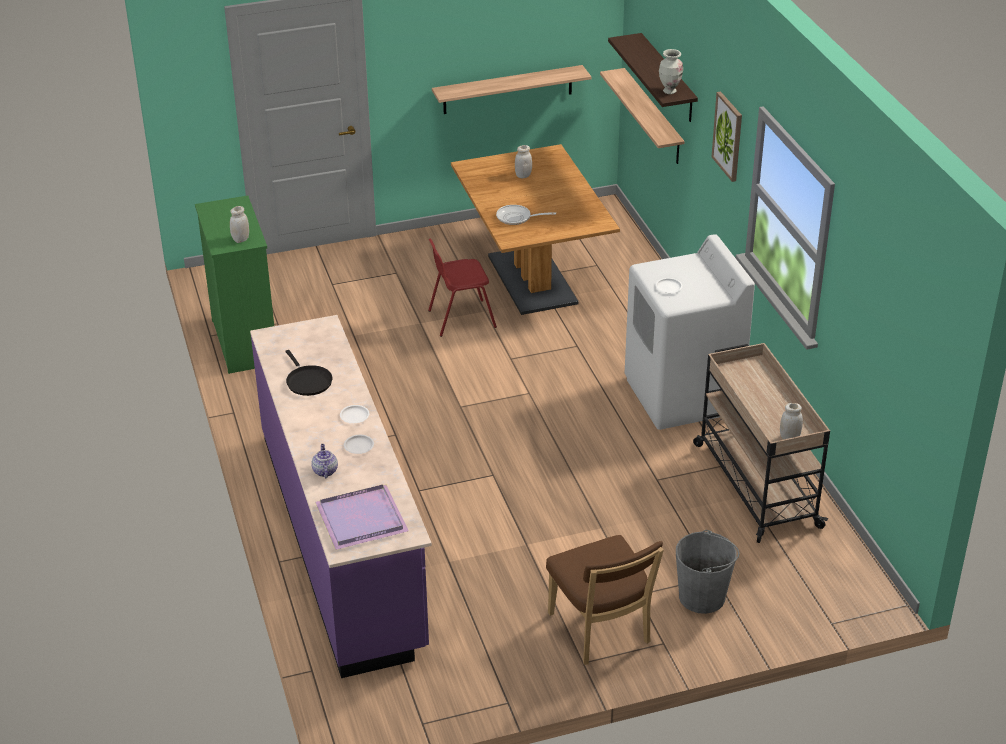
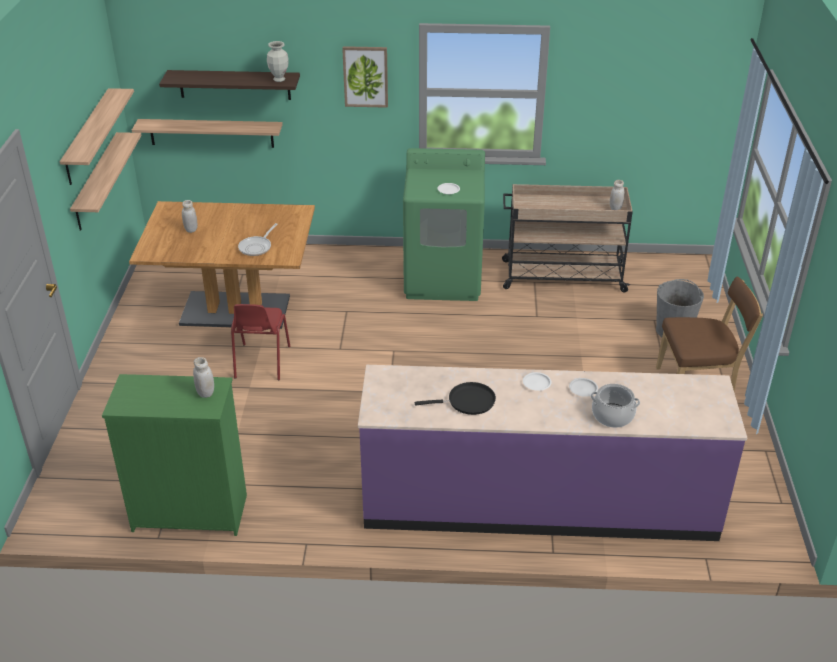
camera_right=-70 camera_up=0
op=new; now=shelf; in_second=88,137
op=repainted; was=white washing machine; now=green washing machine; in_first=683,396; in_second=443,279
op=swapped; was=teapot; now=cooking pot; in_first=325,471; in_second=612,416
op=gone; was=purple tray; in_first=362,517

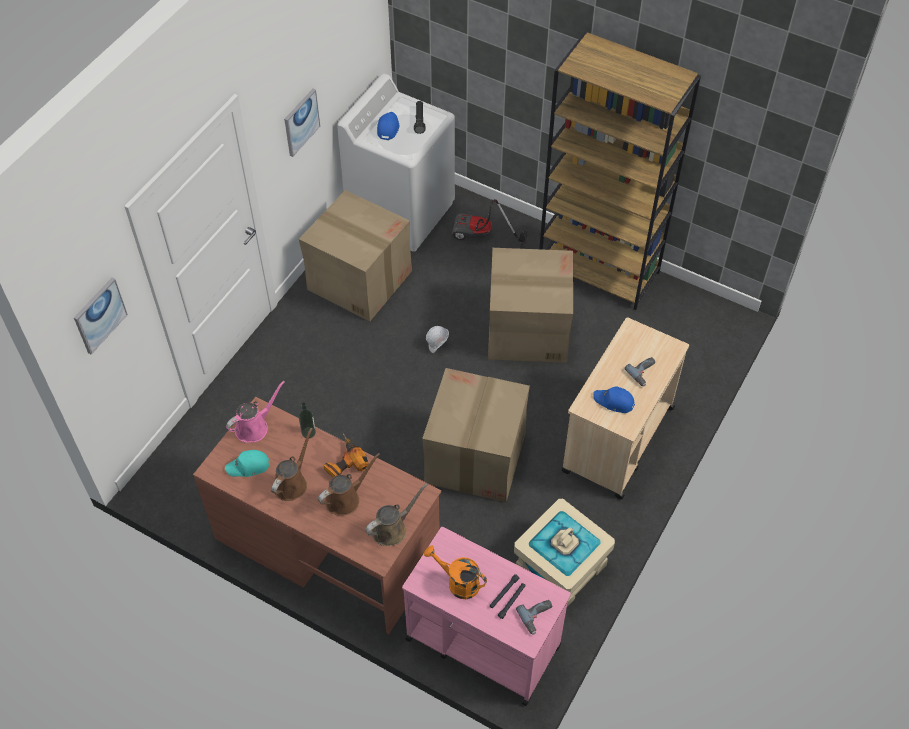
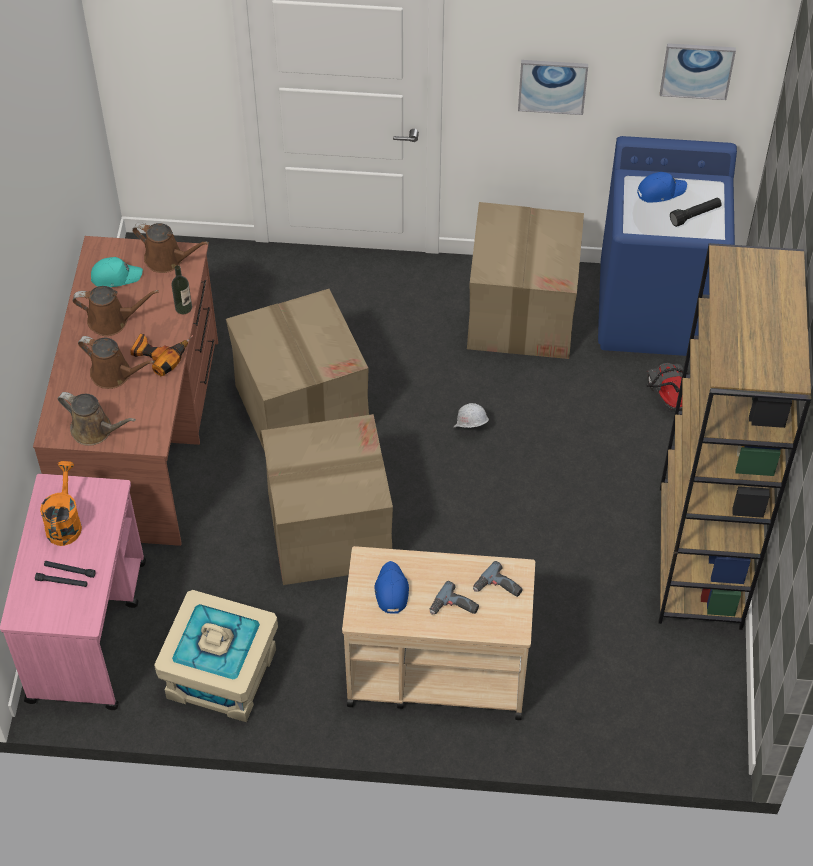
camera_right=65 camera_up=0
op=rotated; was=turquoise cap; in_first=249,466; in_second=115,276; clockwise=120
op=repainted; was=pink watering can; now=brown watering can; in_first=254,427; in_second=167,259
op=shifted; was=cardboard box; in_first=527,329; in_second=301,407
op=shifted; was=power drill; in_first=537,617; in_second=498,588
op=repainted; was=white washing machine; now=blue washing machine; in_first=401,212; in_second=655,311
op=shifted; was=picture; in_first=99,315; in_second=697,70

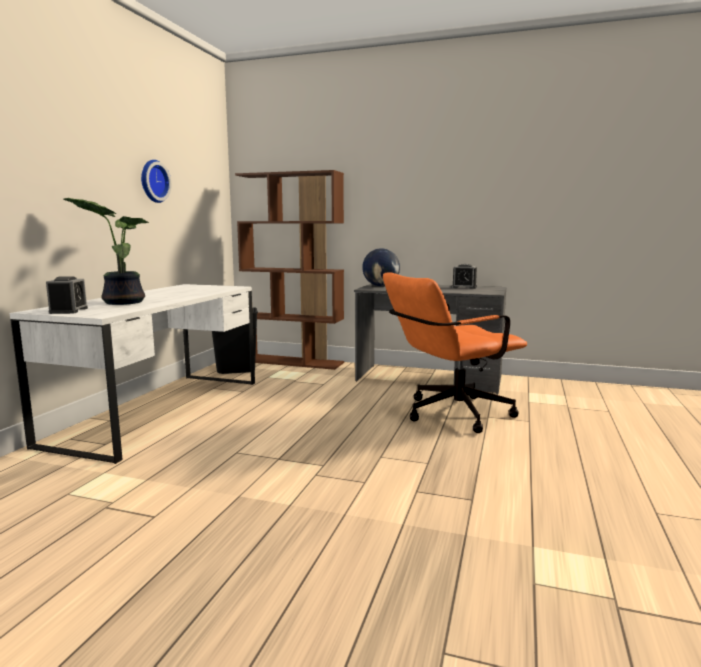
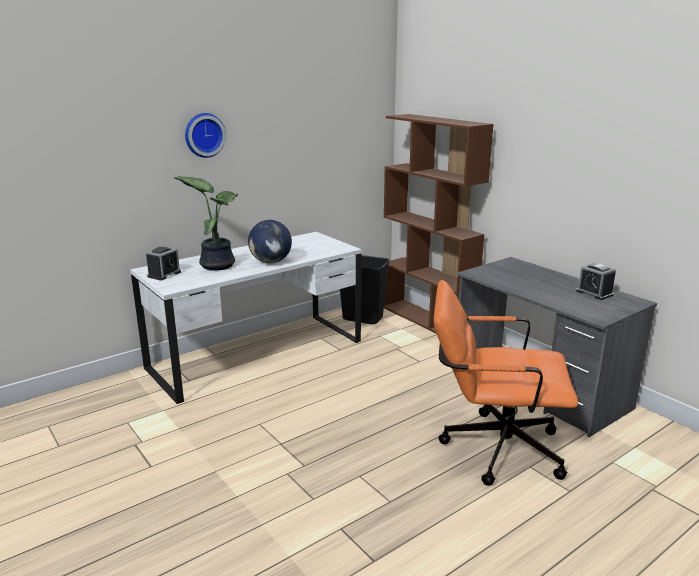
camera_right=35 camera_up=10
op=shifted; was=wall clock; in_first=153,181; in_second=204,135
op=shifted; was=globe; in_first=381,286; in_second=271,262

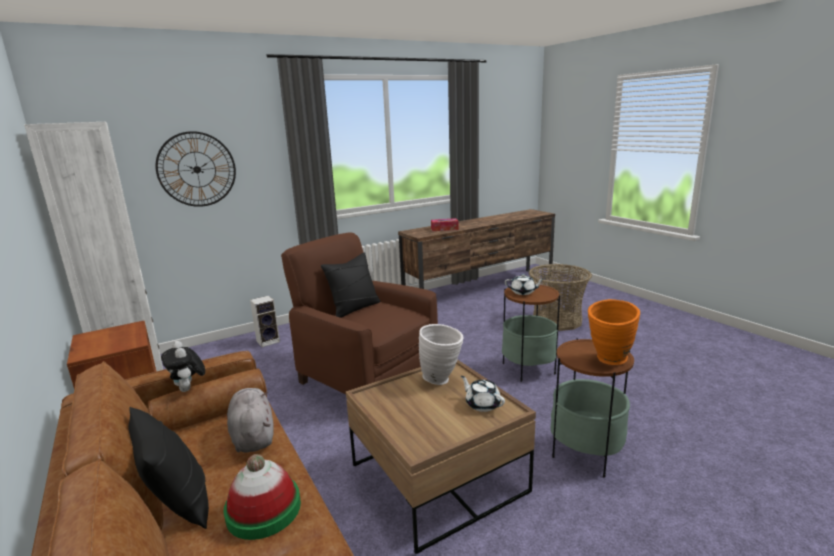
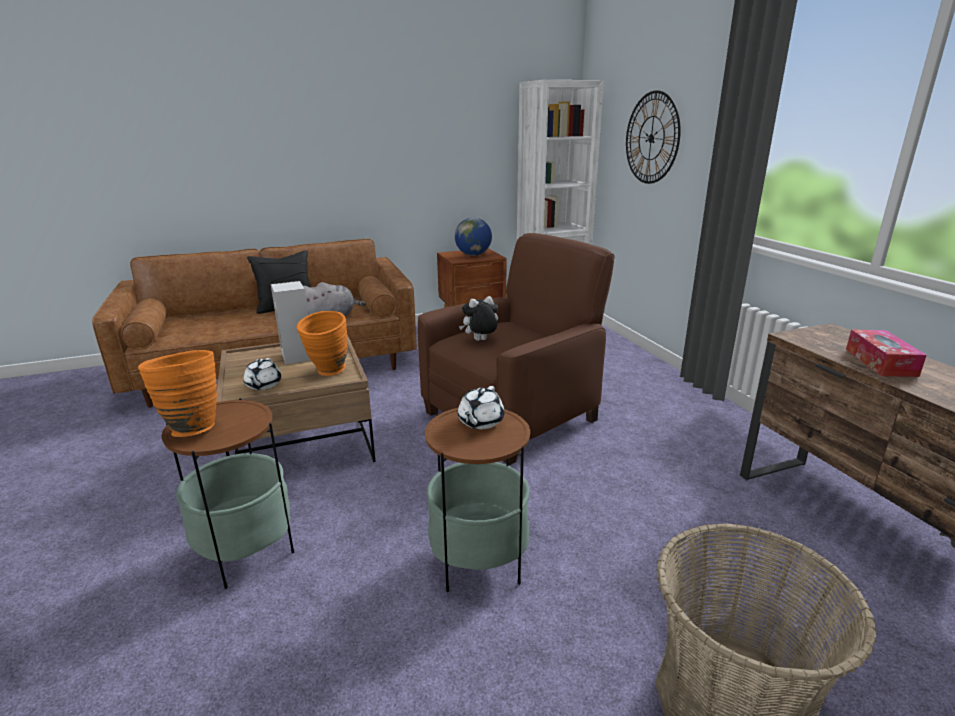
camera_right=100 camera_up=5
op=rotated; was=white teapot; in_first=482,404; in_second=263,385; clockwise=120
op=shifted; was=speaker; in_first=269,341; in_second=298,357
op=repainted; was=white vase; now=orange vase; in_first=442,379; in_second=327,373
op=new; now=globe; in_second=473,255
op=shifted; was=plush toy; in_first=188,389; in_second=480,341
op=gone; was=hat; in_first=263,509
op=gone; was=black pillow; in_first=354,308

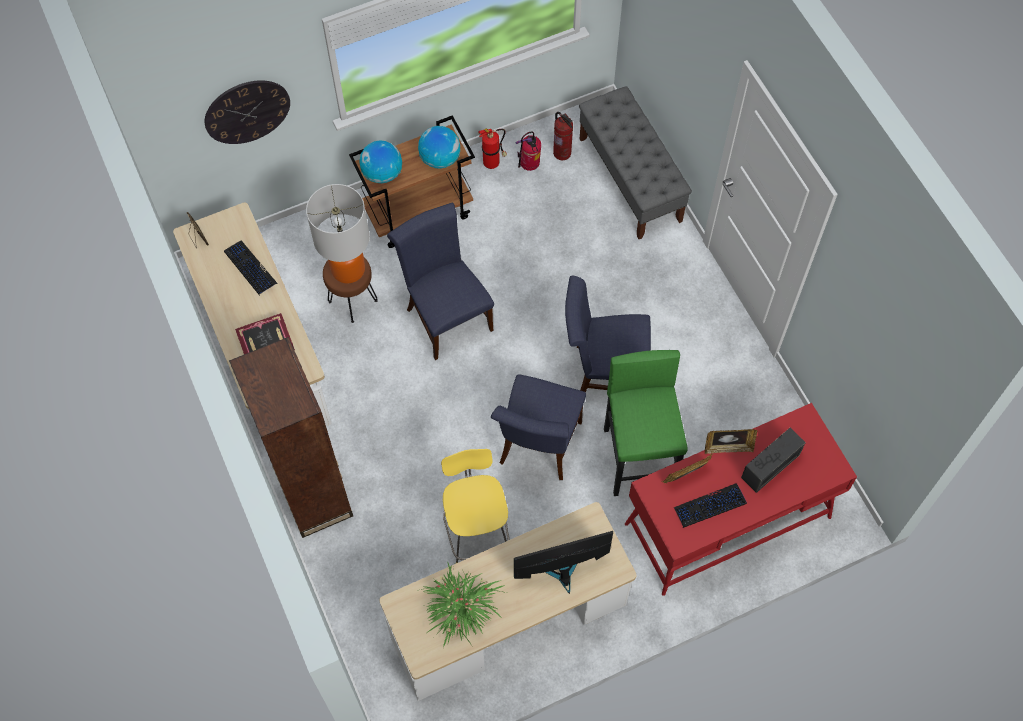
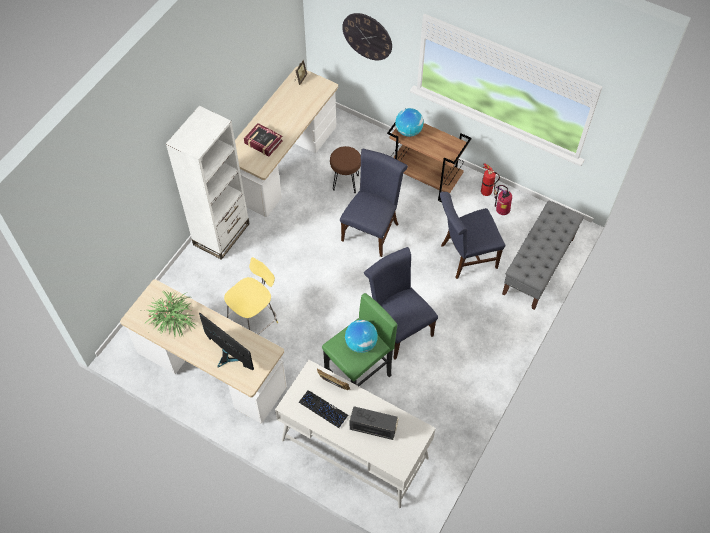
camera_right=55 camera_up=-5
op=repainted; was=brown bookcase; now=white bookcase; in_first=314,493; in_second=221,234
op=repainted; was=red desk; now=white desk; in_first=727,520; in_second=354,448
op=shifted; was=globe; in_first=440,159; in_second=361,343
op=shifted; was=blue chair; in_first=538,447; in_second=465,257
op=gone; was=keyboard; in_first=250,268
op=gone; was=table lamp; in_first=348,269
op=gone; was=fire extinguisher; in_first=562,153
op=gone; was=picture frame; in_first=728,448

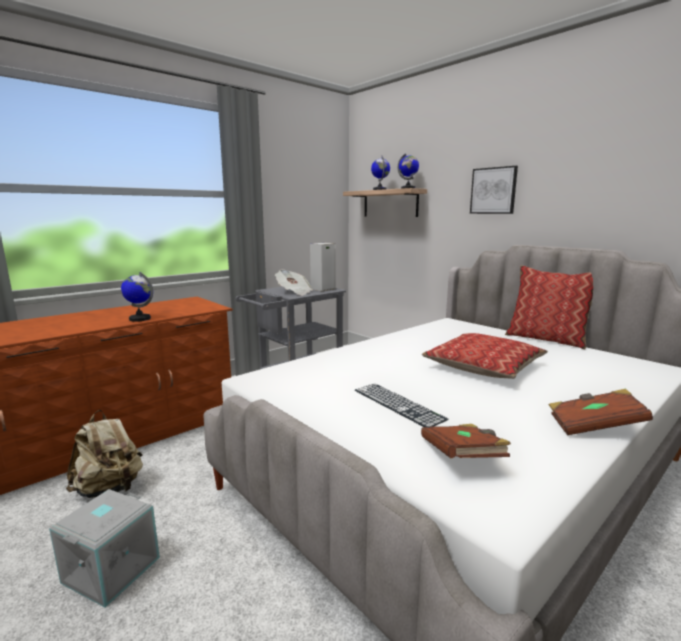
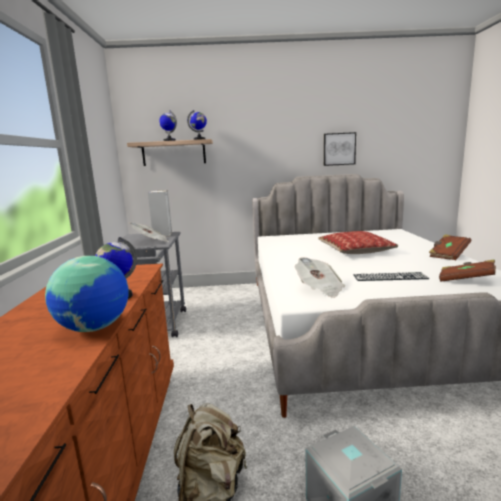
camera_right=-50 camera_up=0
op=new; now=globe; in_second=95,327
op=new; now=newspaper; in_second=320,289
op=shifted; was=picture; in_first=493,190; in_second=339,149
op=gone; was=pillow; in_first=547,339

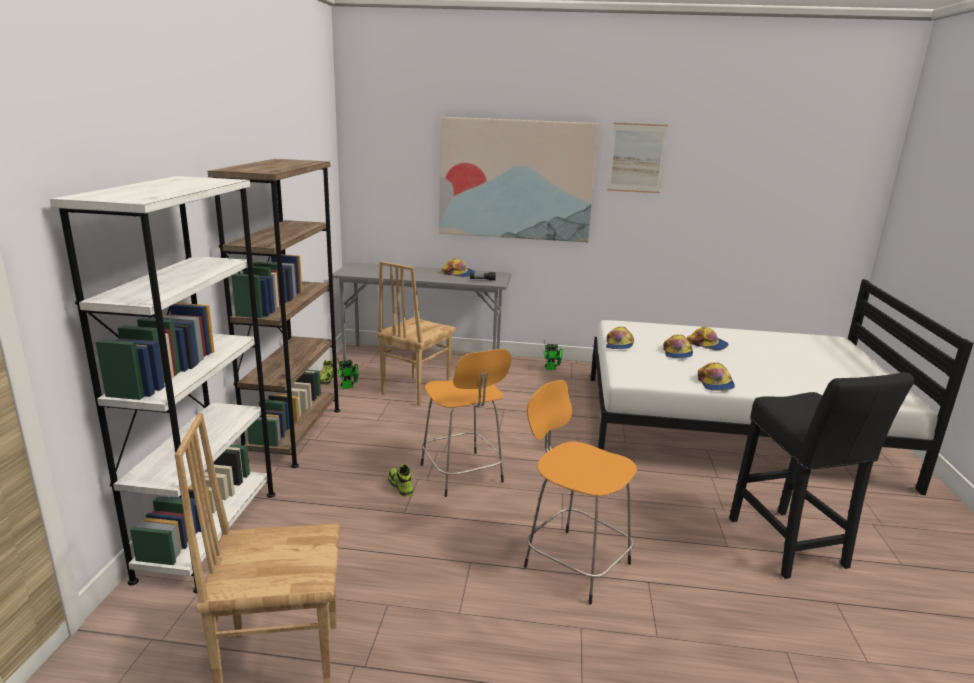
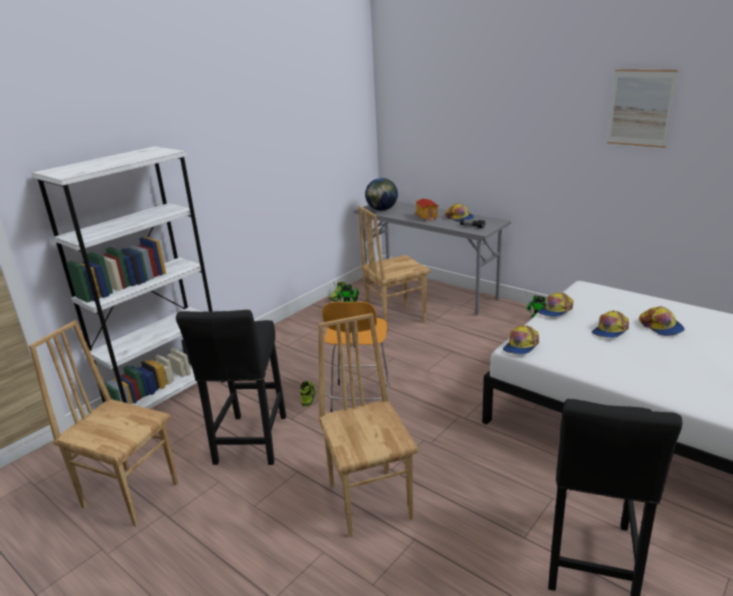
camera_right=35 camera_up=5
op=new; now=black stool; in_second=250,443
op=swapped; was=orange stool; now=brown chair; in_first=574,563; in_second=371,500
op=new; now=globe; in_second=382,210
op=new; now=toy house; in_second=427,217
op=shifted; was=cap; in_first=715,383; in_second=521,346
op=gone; was=brown bookcase; in_first=294,434
op=gone; was=picture; in_first=516,180

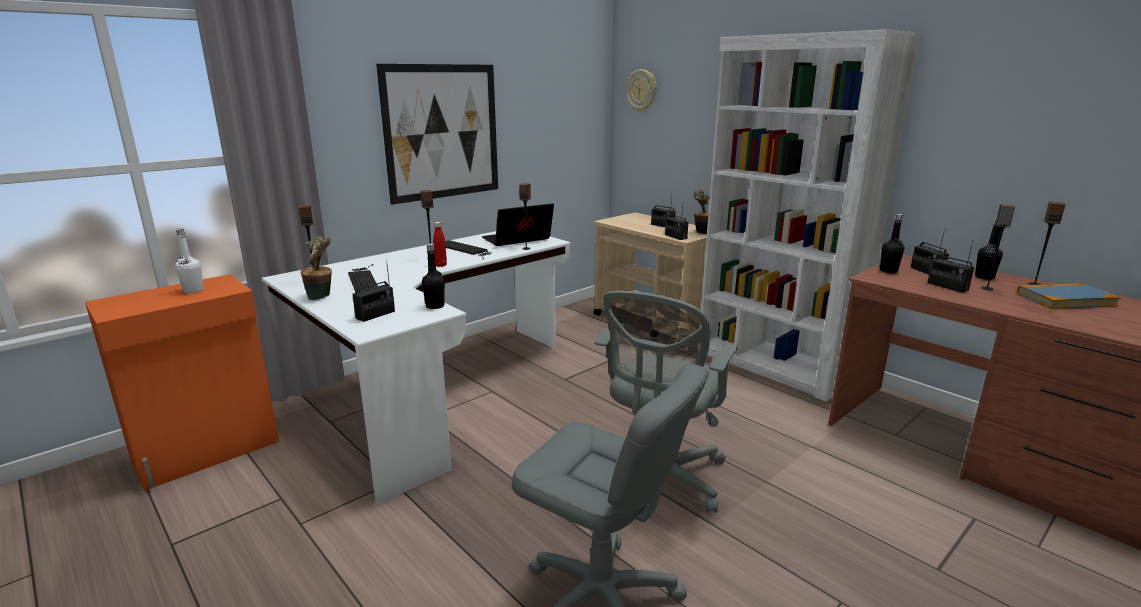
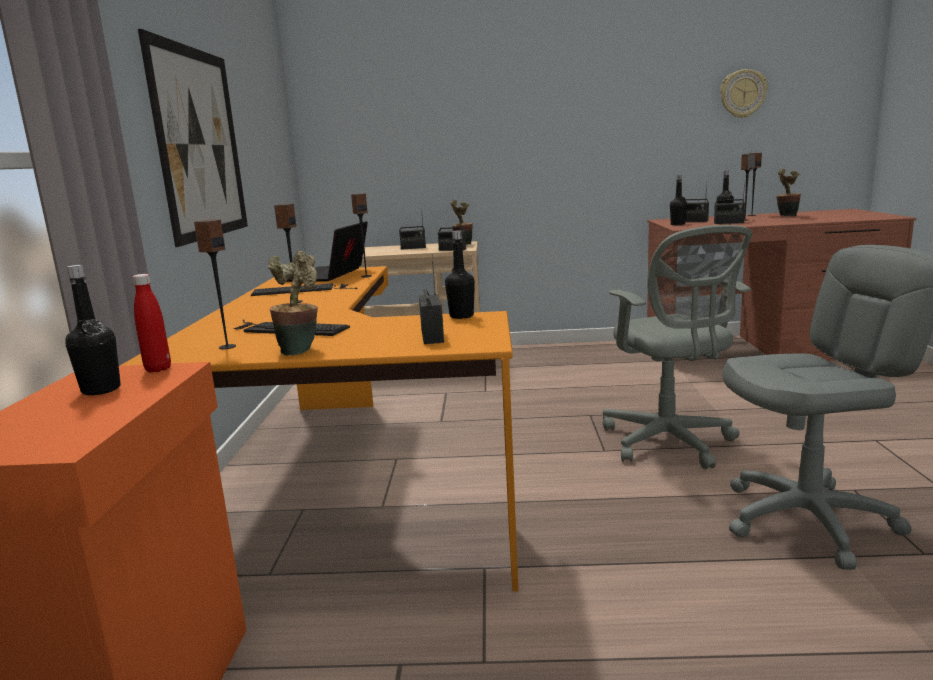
camera_right=-45 camera_up=-5
op=repainted; was=white bottle; now=black bottle; in_first=193,290; in_second=101,390
op=repainted; was=white desk; now=orange desk; in_first=433,394; in_second=338,489
op=shifted; was=red bottle; in_first=441,265; in_second=158,369
op=shifted; was=wall clock; in_first=641,90; in_second=742,94
op=swapped; was=book; now=potted plant; in_first=1065,300; in_second=785,216
op=gone; was=white bookcase; in_first=773,365

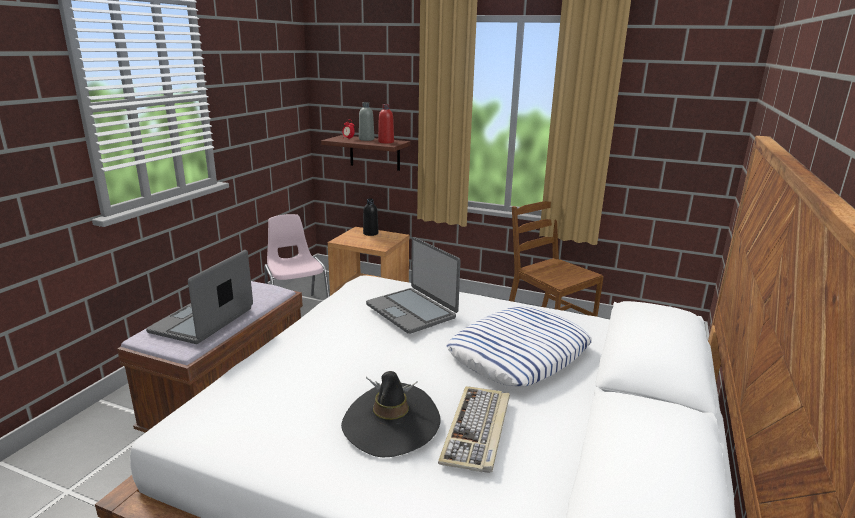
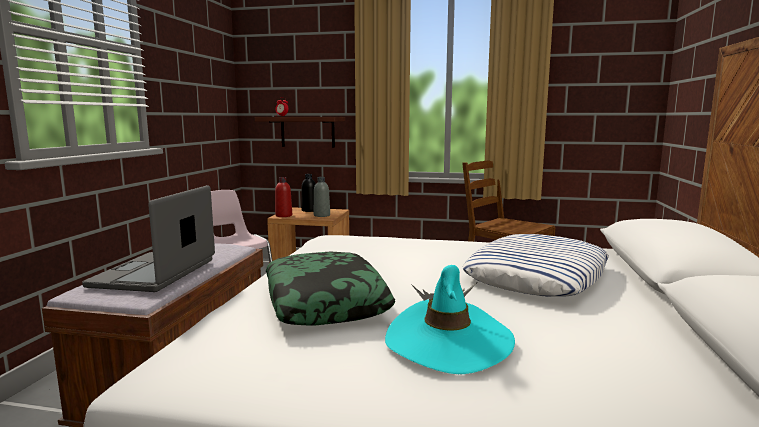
camera_right=-10 camera_up=-10
op=new; now=pillow; in_second=325,302
op=shifted; was=red bottle; in_first=386,142; in_second=284,215
op=shifted; was=grey bottle; in_first=366,139; in_second=322,215
op=repainted; was=black hat; now=turquoise hat; in_first=391,423; in_second=448,342
op=gone; was=laptop; in_first=412,311
op=gone; was=keyboard; in_first=477,431

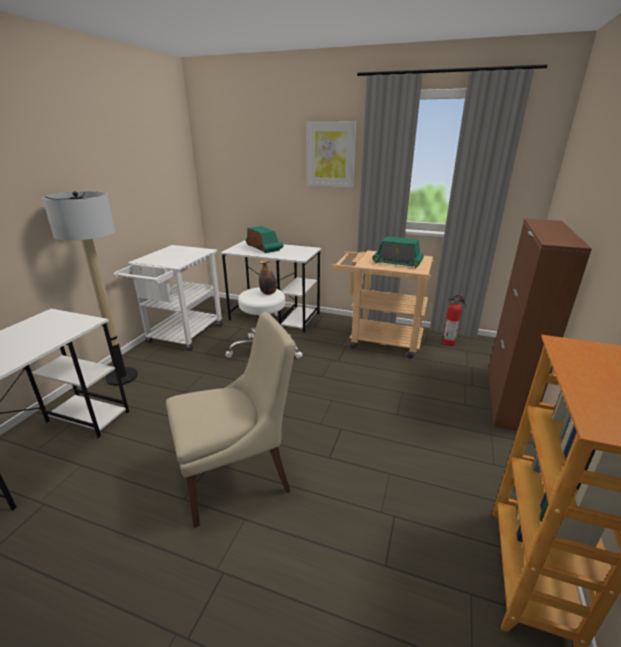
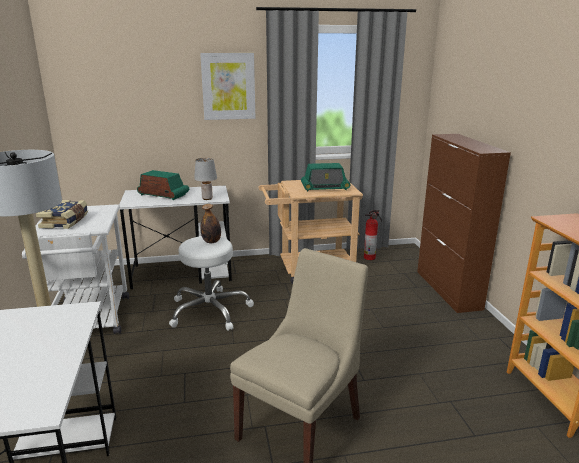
camera_right=-30 camera_up=-5
op=new; now=book; in_second=65,222
op=new; now=grey table lamp; in_second=207,198

